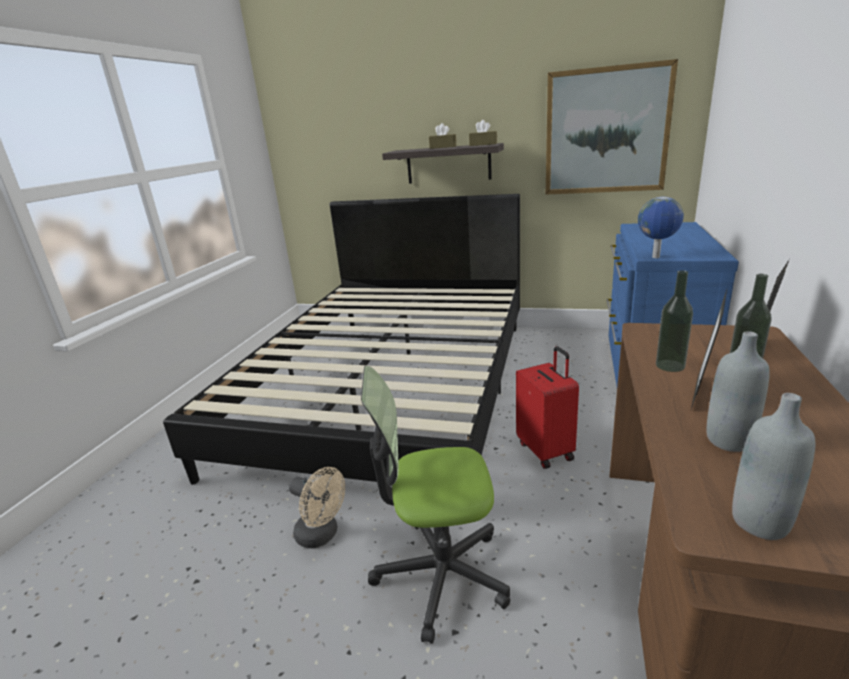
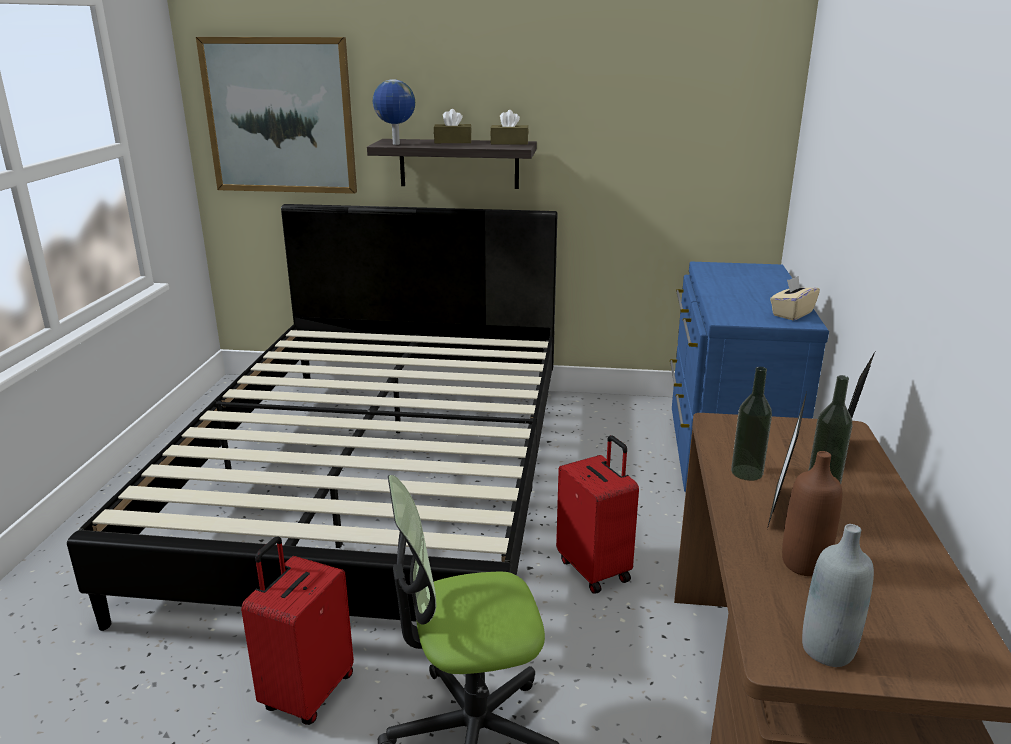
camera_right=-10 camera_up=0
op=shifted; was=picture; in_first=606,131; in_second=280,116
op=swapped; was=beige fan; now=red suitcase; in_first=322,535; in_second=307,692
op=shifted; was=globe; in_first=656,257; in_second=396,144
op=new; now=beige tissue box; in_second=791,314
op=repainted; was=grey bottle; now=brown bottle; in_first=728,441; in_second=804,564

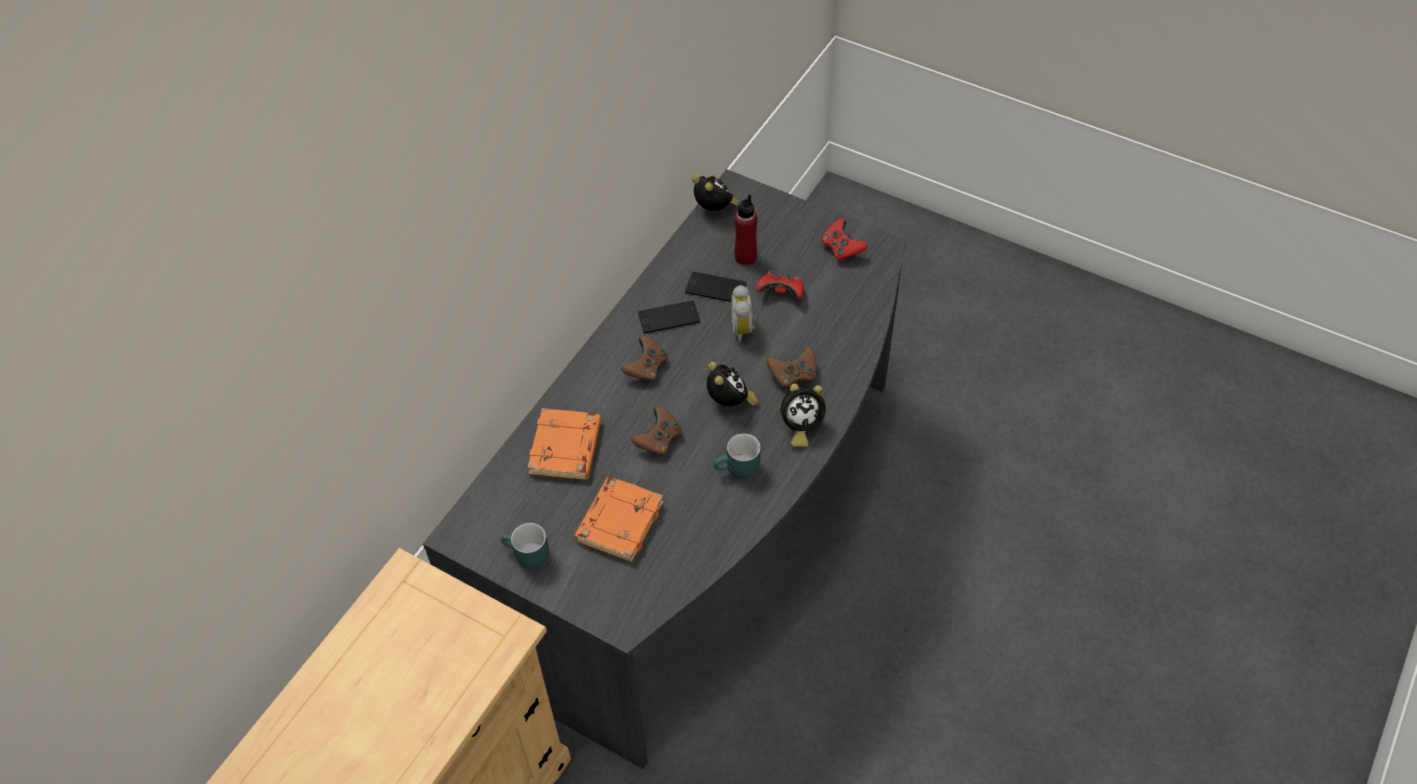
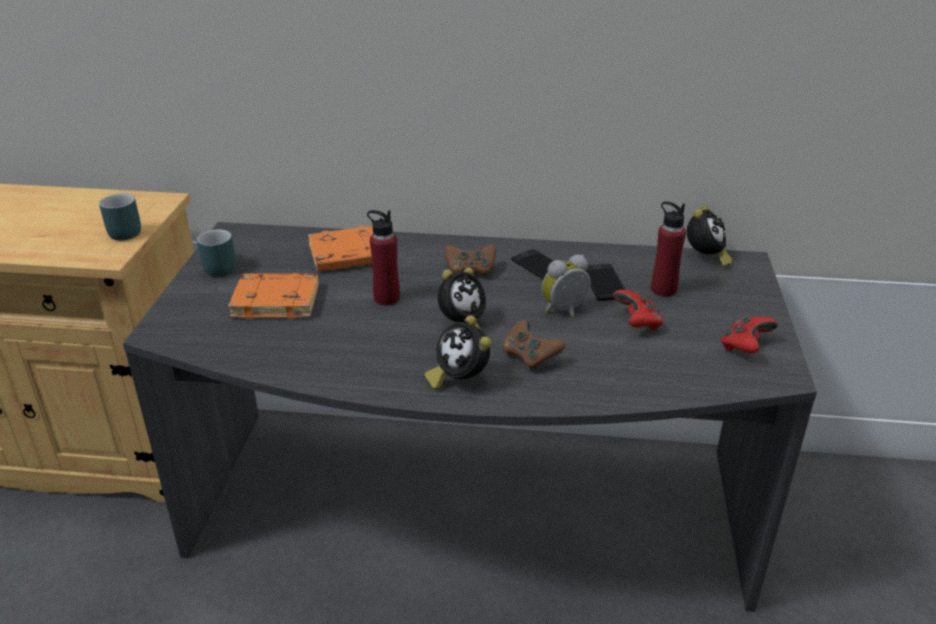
camera_right=65 camera_up=-20
op=shifted; was=turquoise mug; in_first=739,471; in_second=120,232
op=swapped; was=brown game controller; now=red bottle; in_first=658,440; in_second=386,298

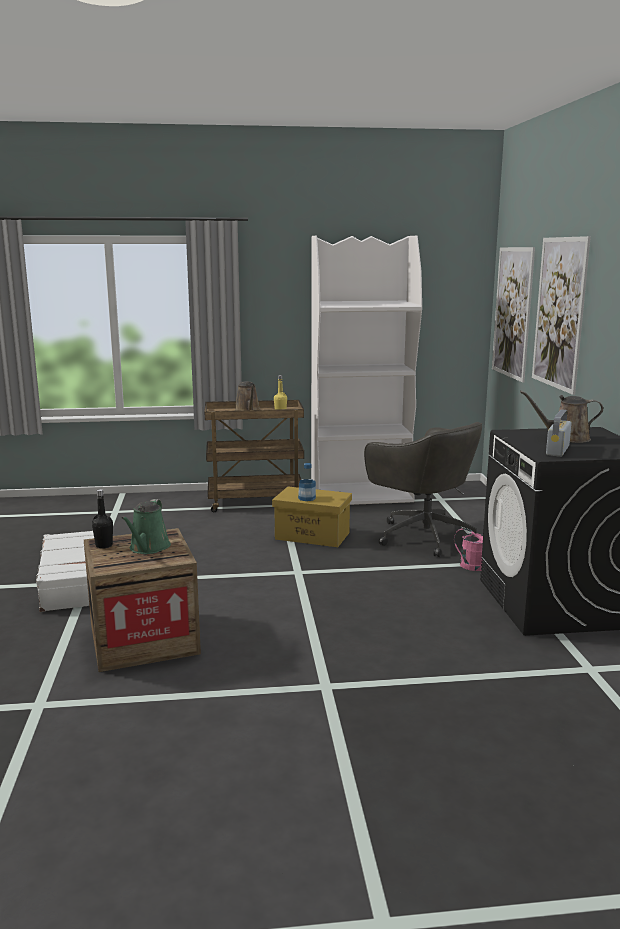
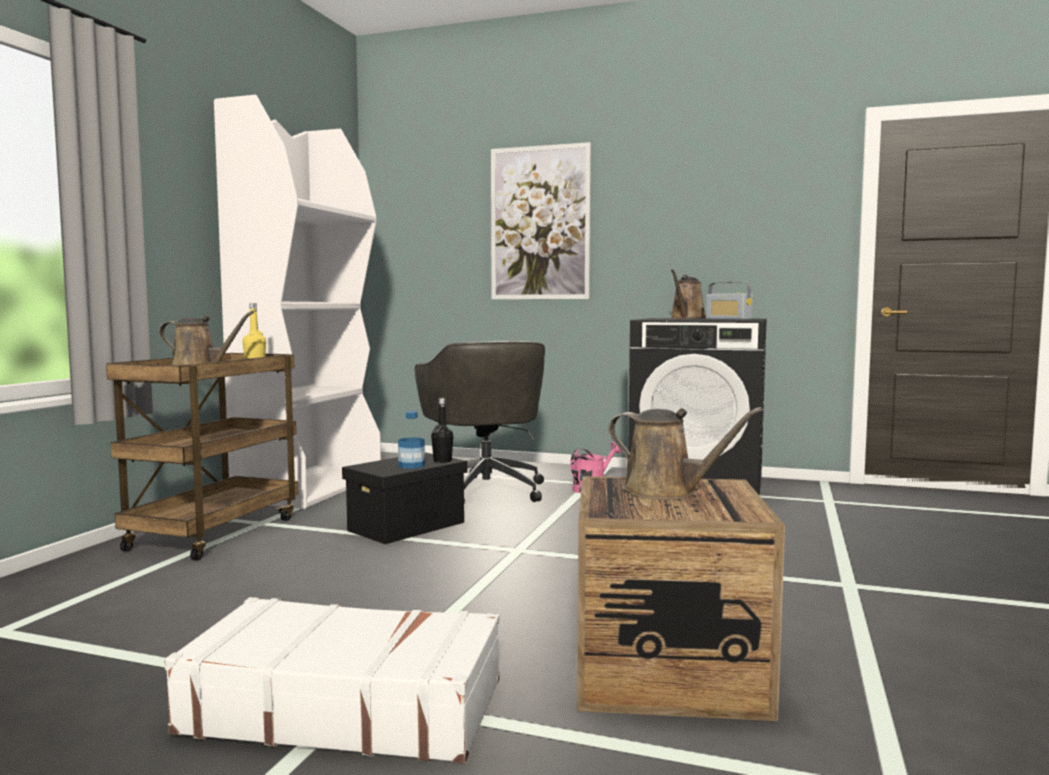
camera_right=-65 camera_up=-10
op=repainted; was=yellow storage box; now=black storage box; in_first=313,536; in_second=407,526
op=rotated; was=grey office chair; in_first=423,536; in_second=485,490; clockwise=90
op=shifted; was=black bottle; in_first=104,545; in_second=442,461
op=repainted; was=green watering can; now=brown watering can; in_first=148,548; in_second=666,492
op=gone; was=picture; in_first=512,312

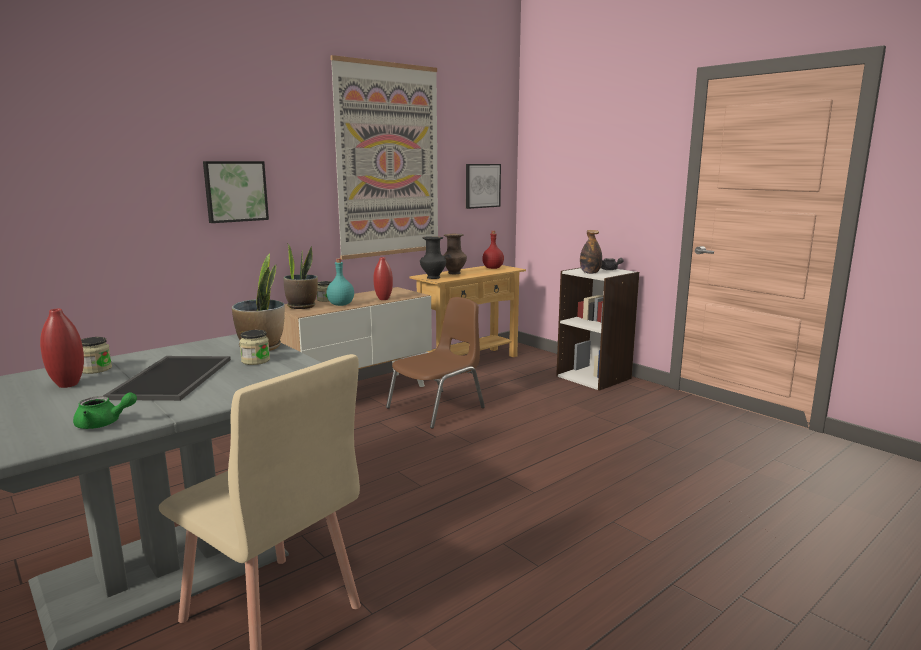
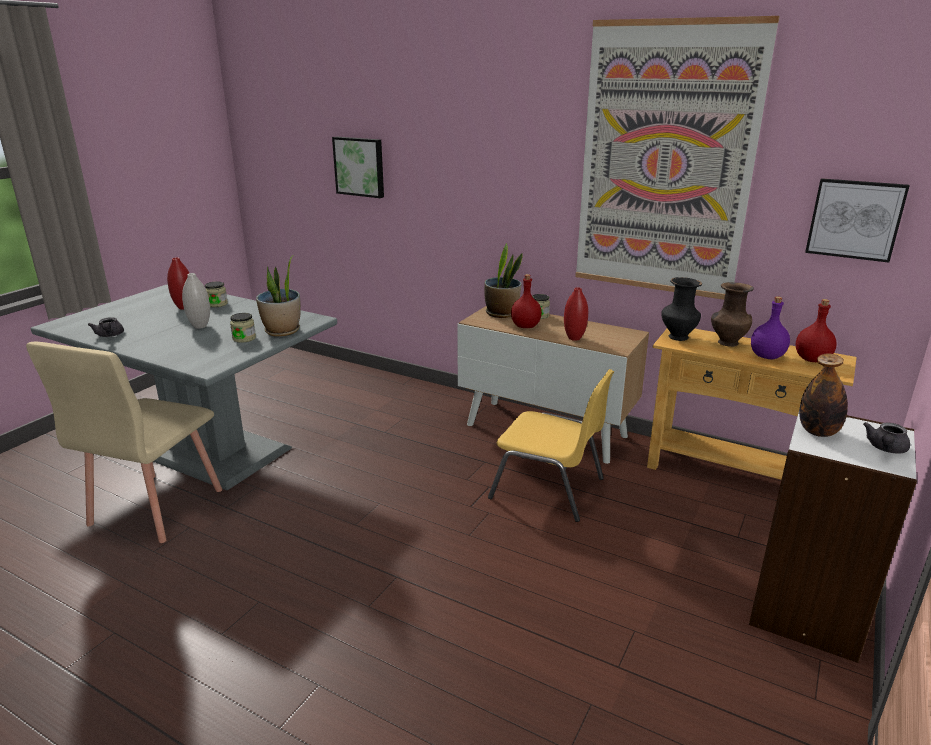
camera_right=70 camera_up=10
op=repainted; was=green teapot; now=grey teapot; in_first=104,424; in_second=109,335
op=swapped; was=tray; now=white vase; in_first=171,377; in_second=200,326
op=shifted; was=picture; in_first=235,191; in_second=360,166
op=repainted; was=brown chair; now=yellow chair; in_first=437,408; in_second=549,488
op=repainted; was=turquoise bottle; now=red bottle; in_first=340,305; in_second=525,326
op=new; now=purple bottle; in_second=766,356

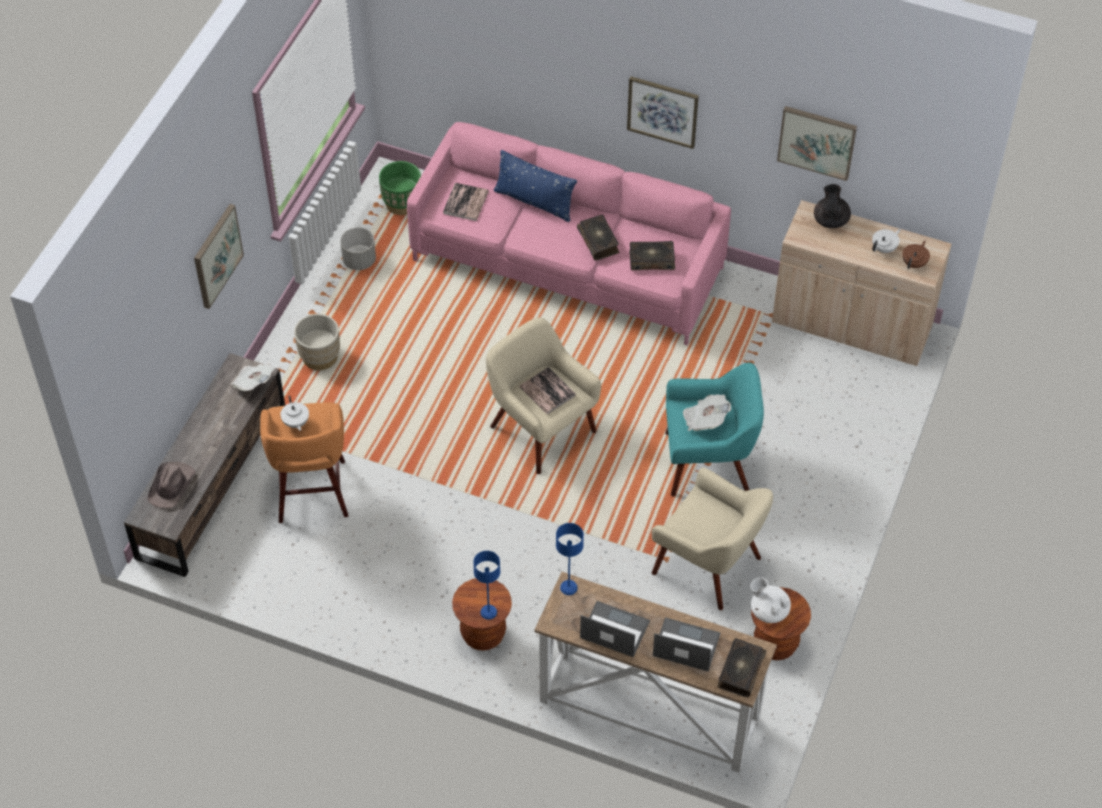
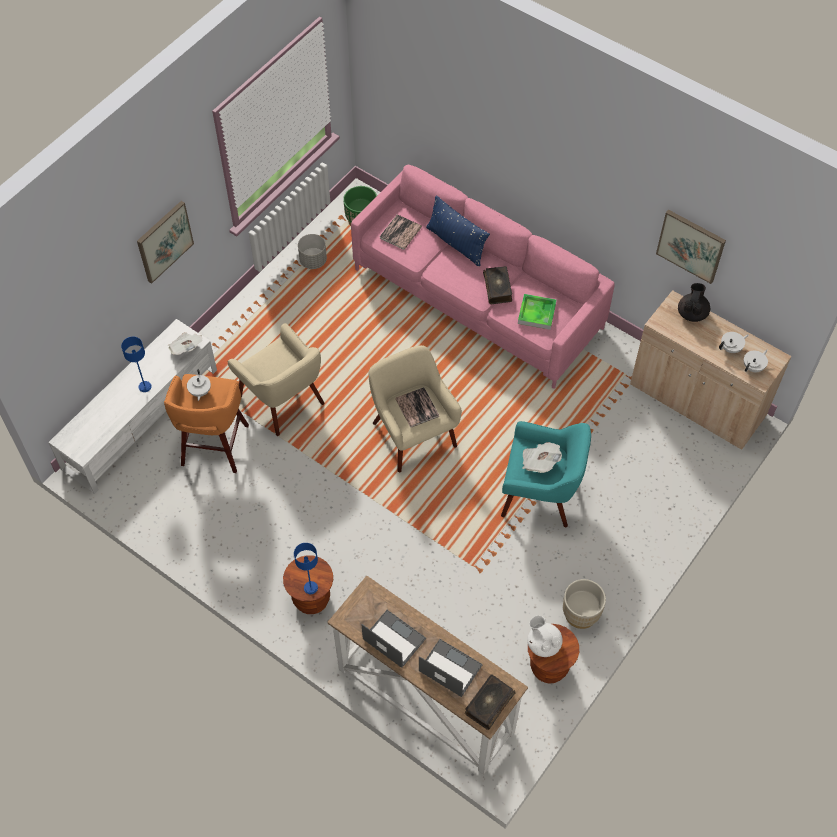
camera_right=15 camera_up=5
op=repainted; was=brown tv stand; now=white tv stand; in_first=213,480; in_second=141,418
op=shifted; was=blue table lamp; in_first=568,588; in_second=144,387
op=shifted; was=beige armchair; in_first=708,565; in_second=282,400
op=swapped; was=book; now=tray; in_first=651,260; in_second=536,313
op=shifted; was=beige planter; in_first=320,356; in_second=580,613
op=repainted; was=brown teapot; now=white teapot; in_first=914,263; in_second=753,367
op=gone; was=brown hat; in_first=172,485
op=gone; was=picture; in_first=662,111

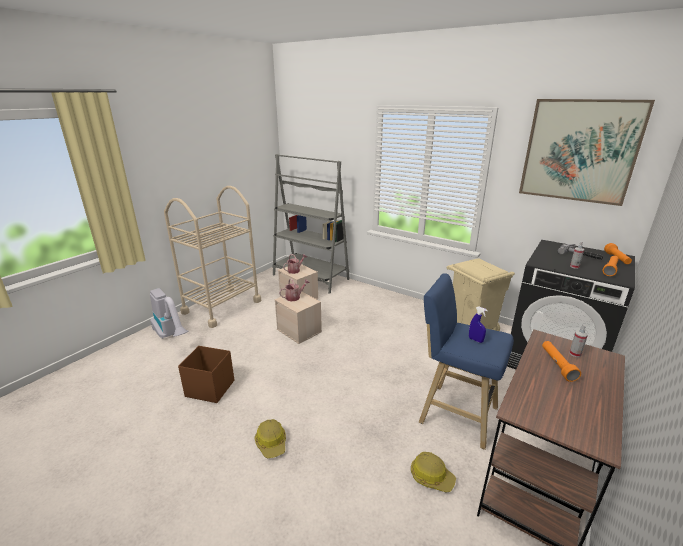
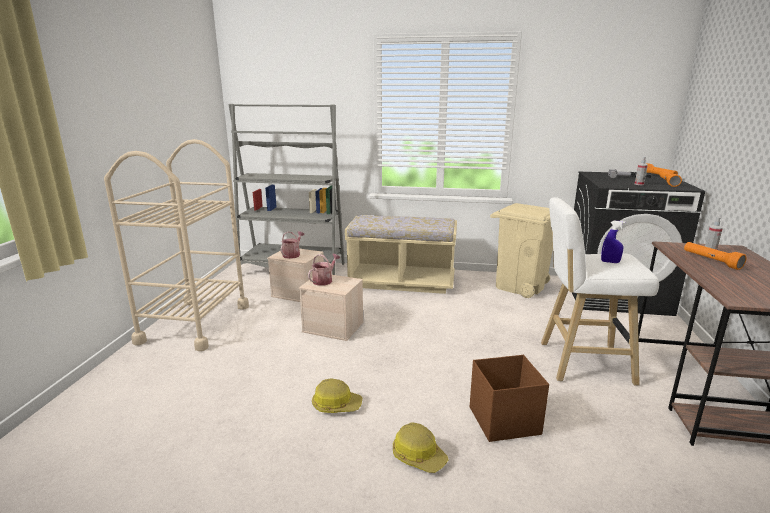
camera_right=-25 camera_up=-5
op=shifted; was=hard hat; in_first=431,476; in_second=336,405
op=new; now=beige bench; in_second=402,282
op=shifted; was=brown storage box; in_first=210,388; in_second=503,420
op=repainted; was=blue stool; now=white stool; in_first=454,413; in_second=580,362
op=gone; was=vacuum cleaner; in_first=171,335
op=gone; was=picture; in_first=579,151

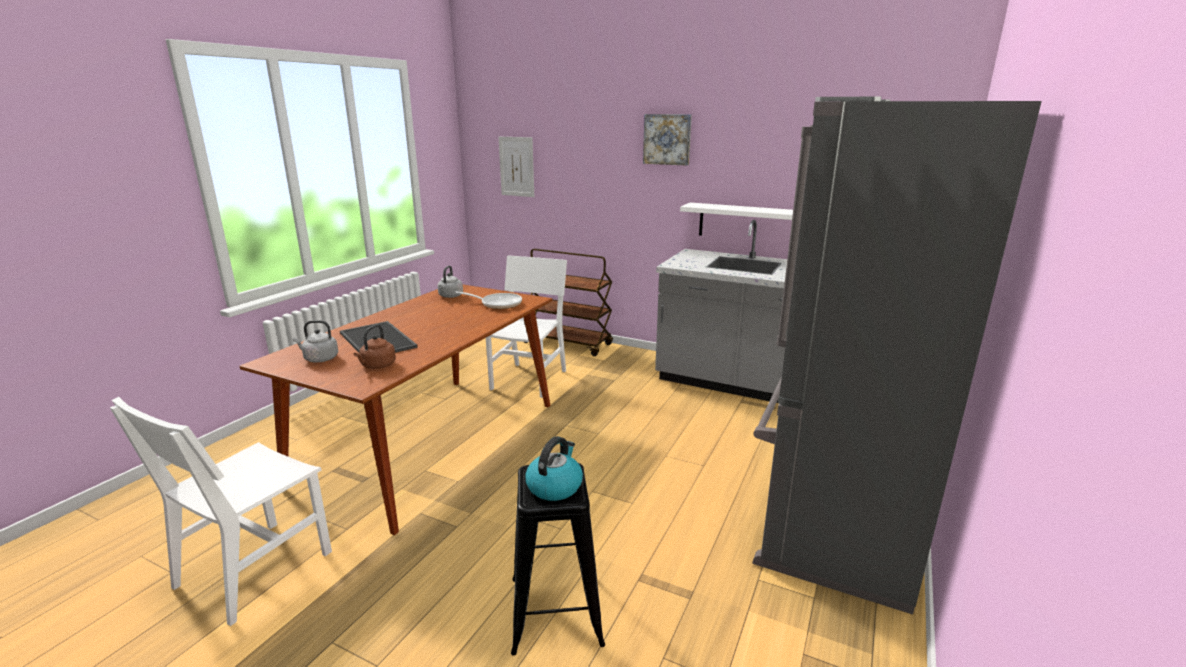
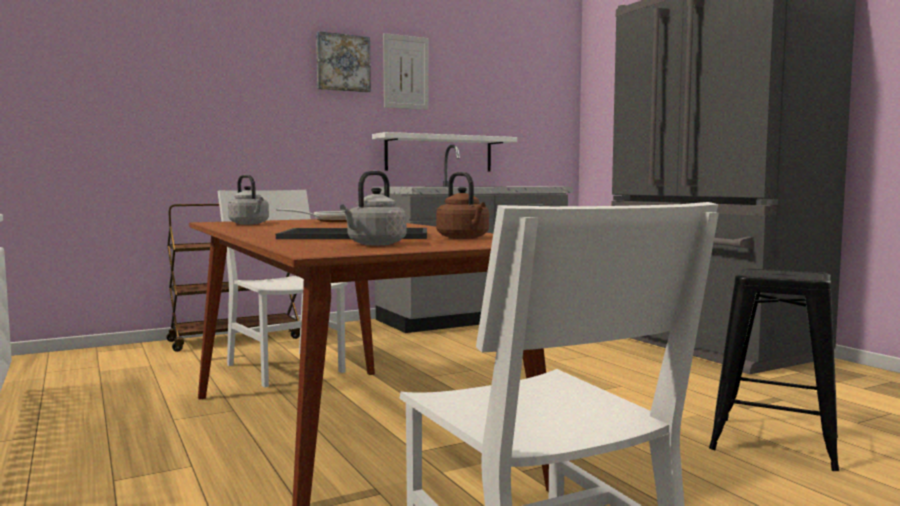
camera_right=-55 camera_up=-15
op=shifted; was=picture; in_first=516,166; in_second=406,72
op=gone; was=kettle; in_first=554,486

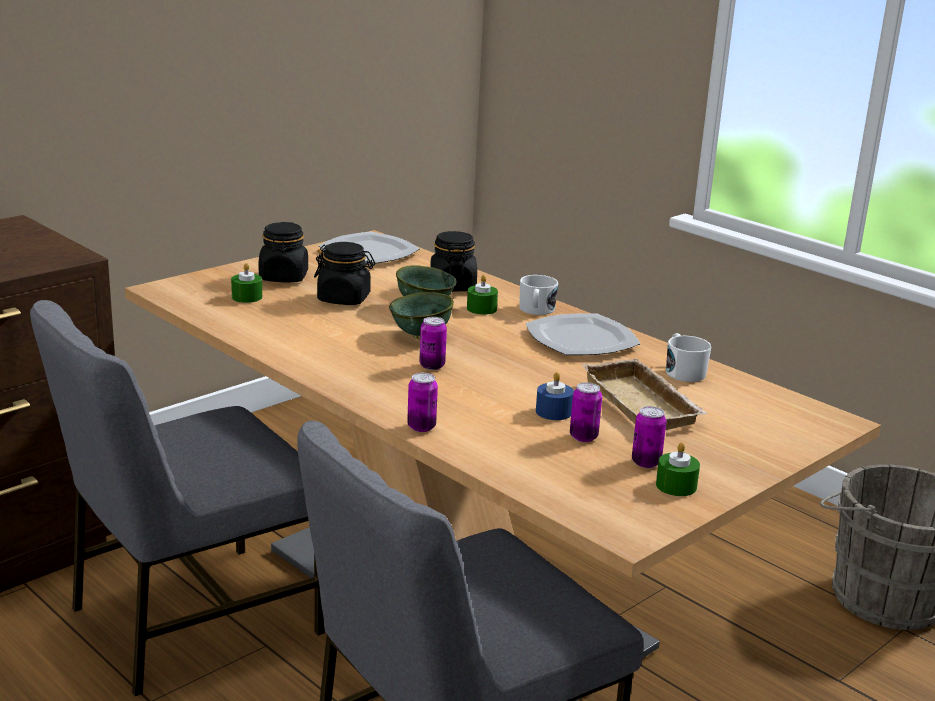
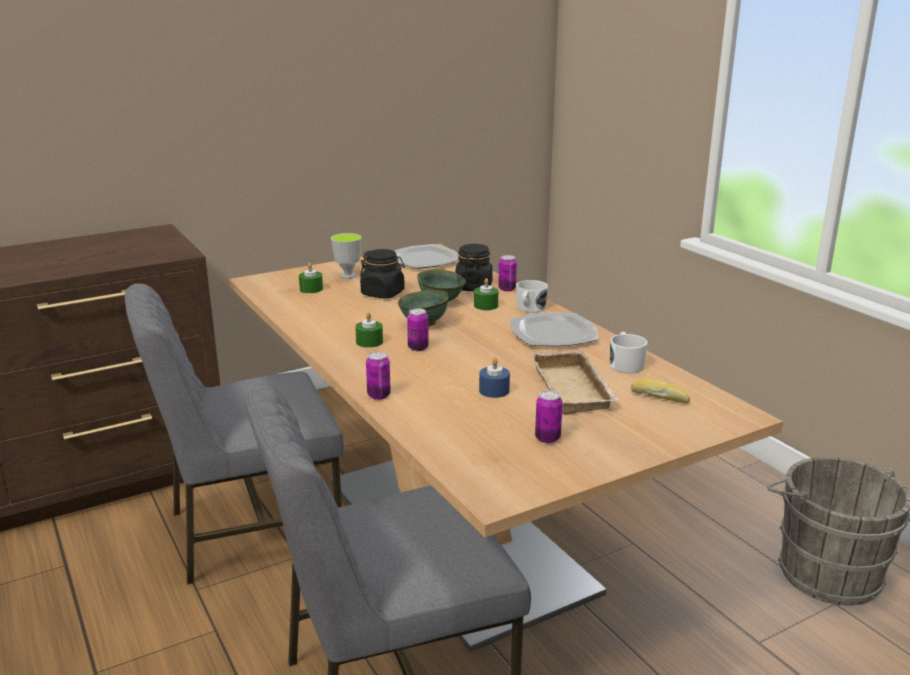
camera_right=15 camera_up=0
op=swapped; was=black jar; now=cup; in_first=283,277; in_second=348,276
op=shifted; was=green candle; in_first=676,486; in_second=369,342
op=shifted; was=can; in_first=583,437; in_second=507,289
op=new; now=bread; in_second=660,397

